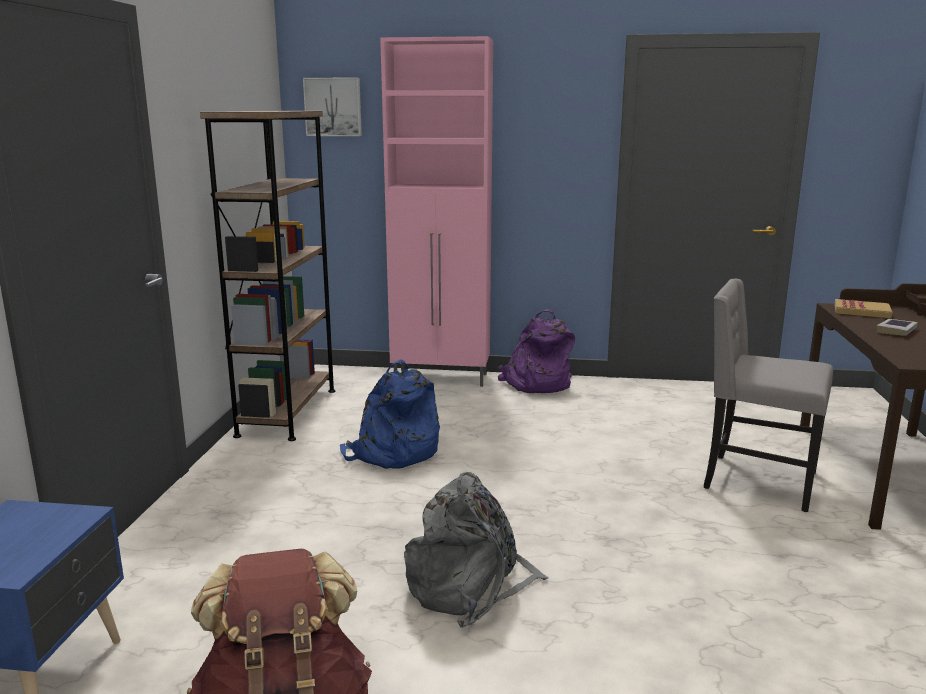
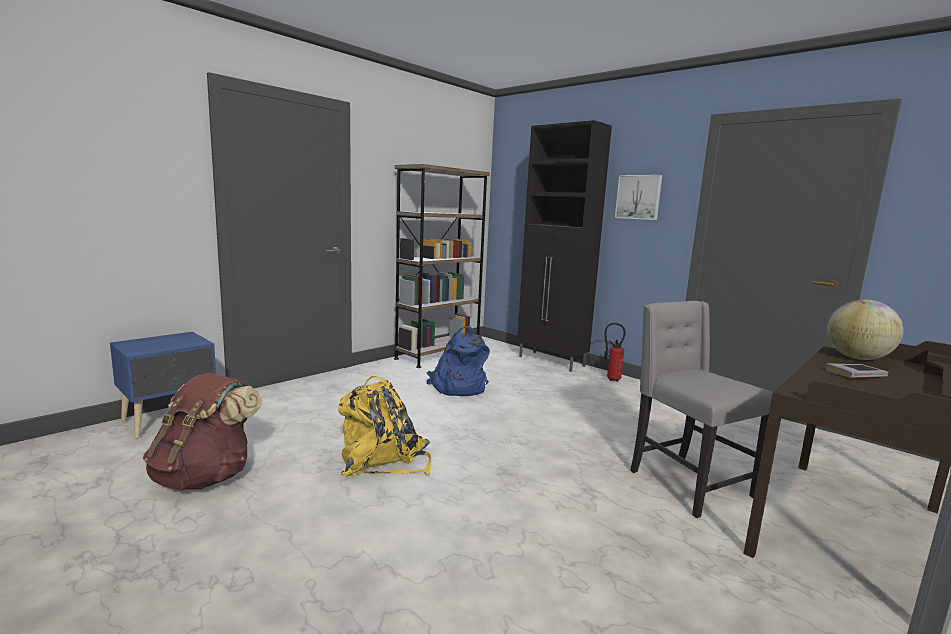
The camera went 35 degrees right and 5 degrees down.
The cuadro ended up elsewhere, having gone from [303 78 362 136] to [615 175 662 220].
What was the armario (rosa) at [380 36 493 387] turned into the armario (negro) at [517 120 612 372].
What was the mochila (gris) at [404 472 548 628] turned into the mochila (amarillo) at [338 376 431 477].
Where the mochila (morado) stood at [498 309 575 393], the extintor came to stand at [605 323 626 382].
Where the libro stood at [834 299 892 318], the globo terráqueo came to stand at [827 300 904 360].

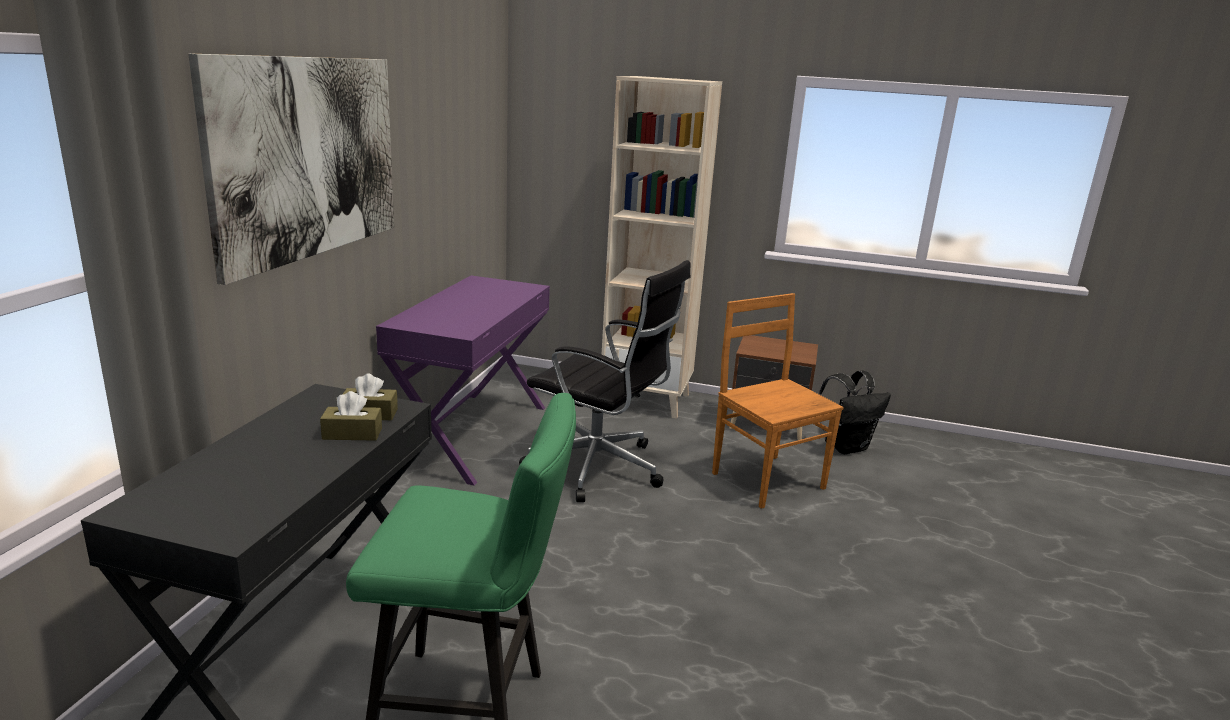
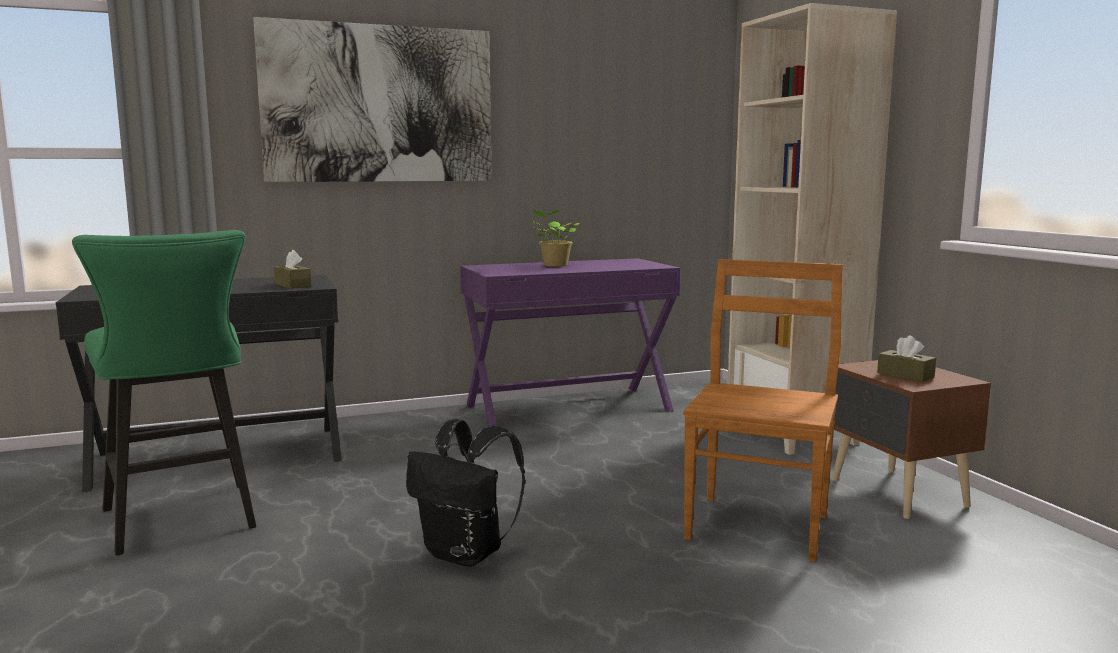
The camera went 55 degrees right and 10 degrees down.
The caja de pañuelos (marrón) ended up elsewhere, having gone from [320 391 382 441] to [877 335 936 382].
The second view lost the silla de oficina (negro) at [519 260 690 502].
The mochila (negro) ended up elsewhere, having gone from [819 371 891 454] to [406 419 525 567].
The second view gained the planta en maceta at [530 210 579 267].

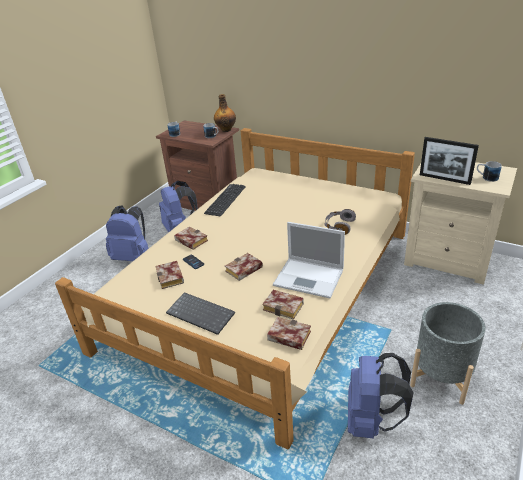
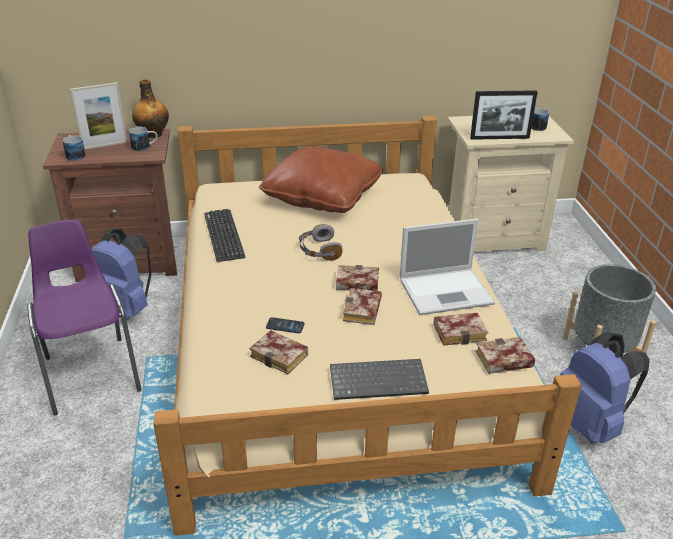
The camera went 40 degrees left and 0 degrees up.
Where the mochila (azul) stood at [106 206 149 261], the silla (morado) came to stand at [27 220 141 415].
The libro ended up elsewhere, having gone from [174 227 208 250] to [336 265 379 291].
The auriculares (gris) ended up elsewhere, having gone from [325 209 356 235] to [299 224 343 261].
The second view gained the portarretratos at [70 82 128 150].
The second view gained the cojín (marrón) at [259 147 383 213].

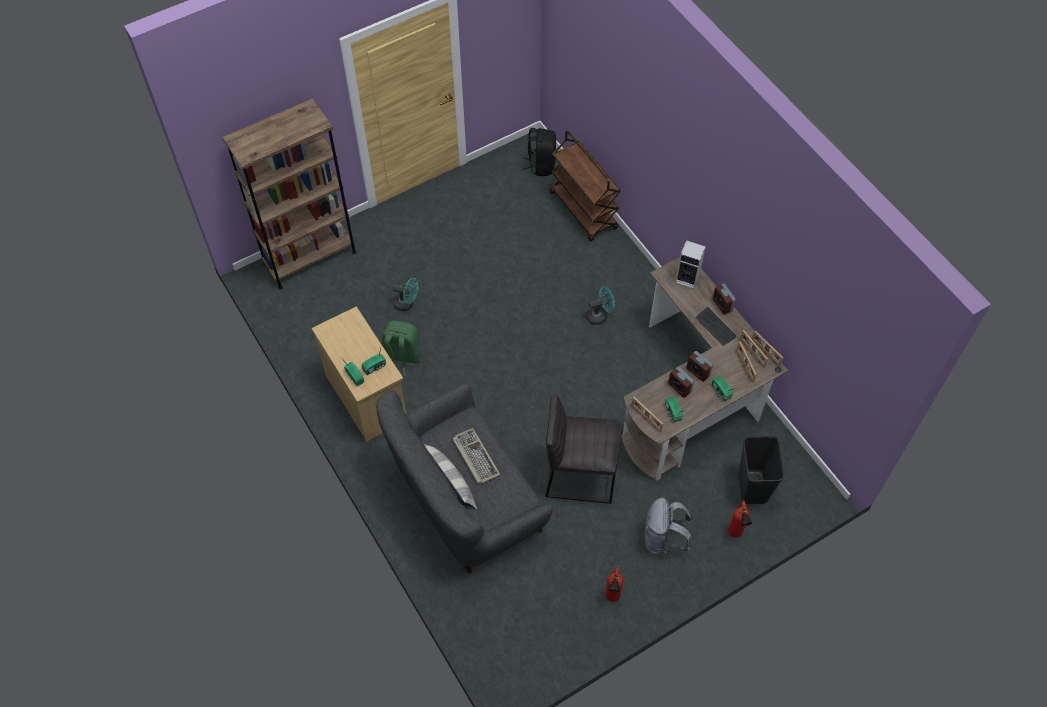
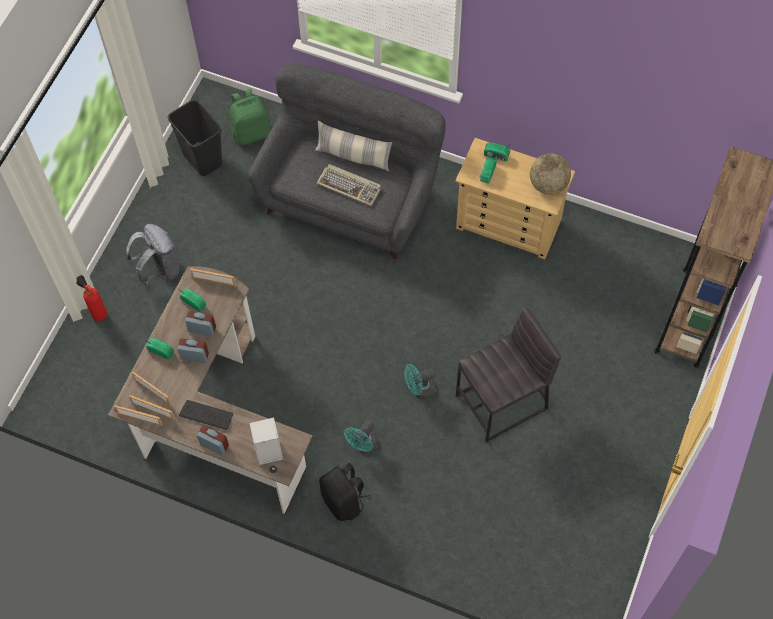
The camera went 145 degrees right and 5 degrees up.
The mochila (verde) ended up elsewhere, having gone from [382 321 421 375] to [230 88 271 145].
The ventilador (turquesa) ended up elsewhere, having gone from [392 278 418 311] to [404 364 437 399].
The mochila (negro) ended up elsewhere, having gone from [522 128 556 176] to [319 463 371 521].
The taburete (gris) ended up elsewhere, having gone from [545 394 620 504] to [456 307 561 443].
The second view lost the carrito (marrón) at [550 131 621 242].
The second view lost the extintor at [605 566 623 602].
The papelera (negro) ended up elsewhere, having gone from [738 436 785 504] to [168 99 222 176].
The second view gained the globo terráqueo at [530 153 571 195].

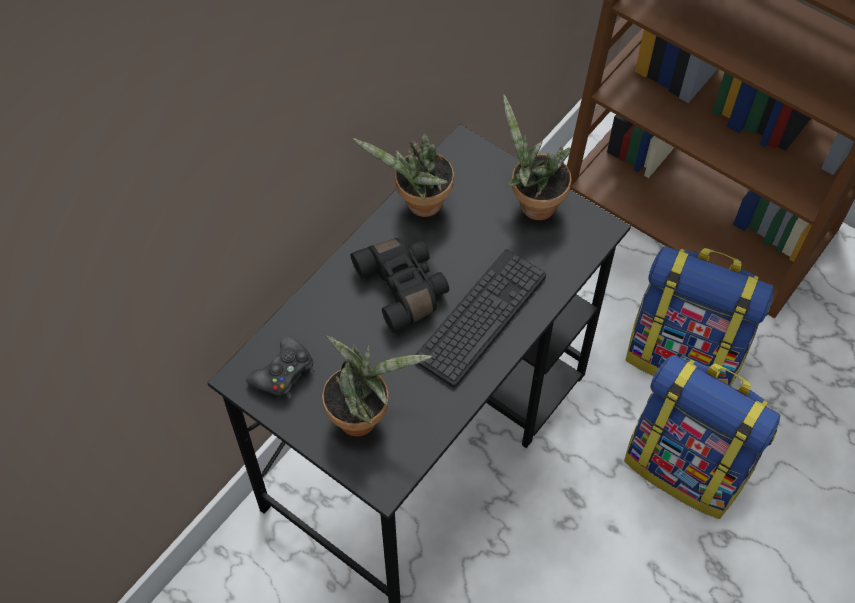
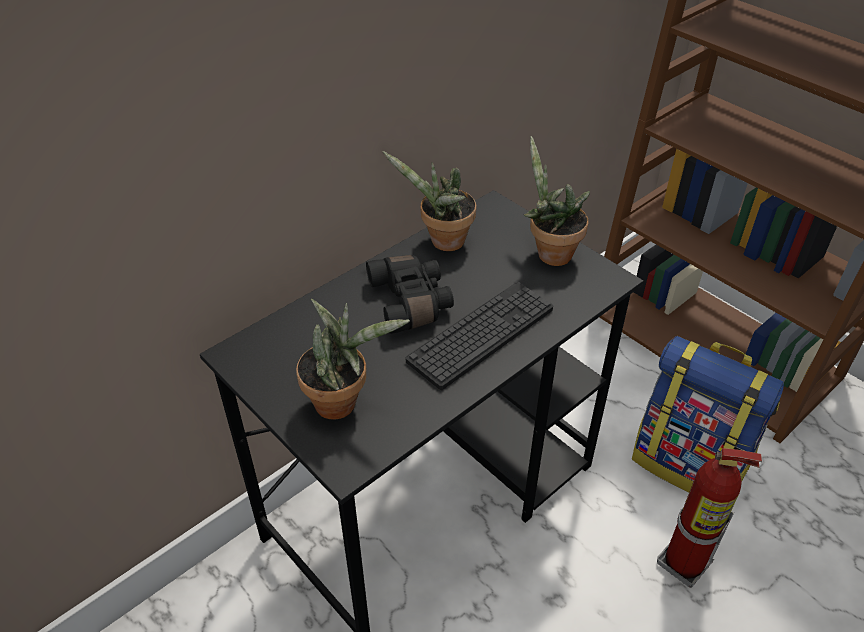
The camera went 10 degrees right and 15 degrees down.
The second view lost the mando de consola (negro) at [246 336 314 399].
Where the mochila stood at [624 355 780 519], the extintor came to stand at [657 448 762 588].

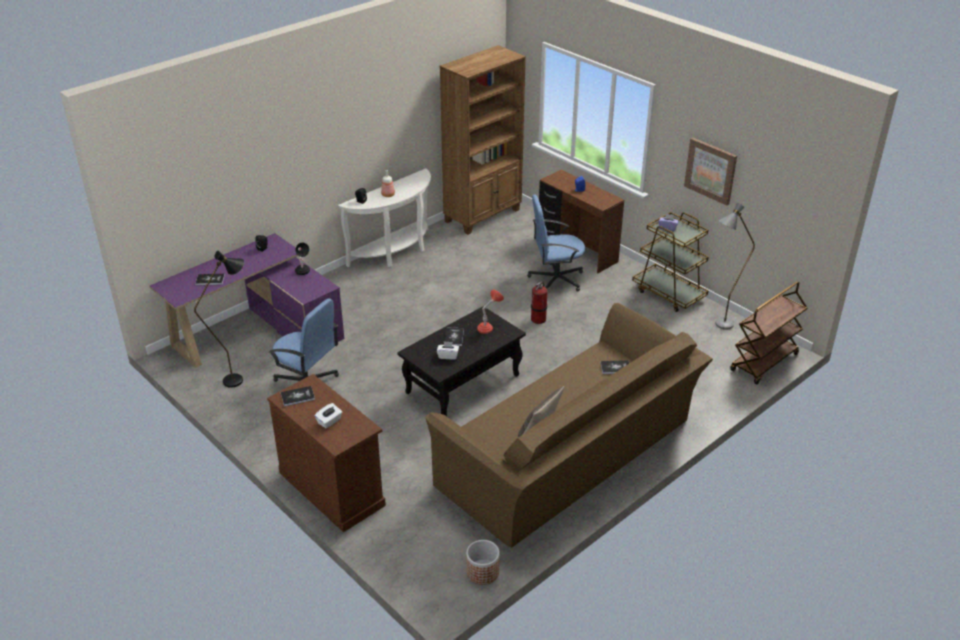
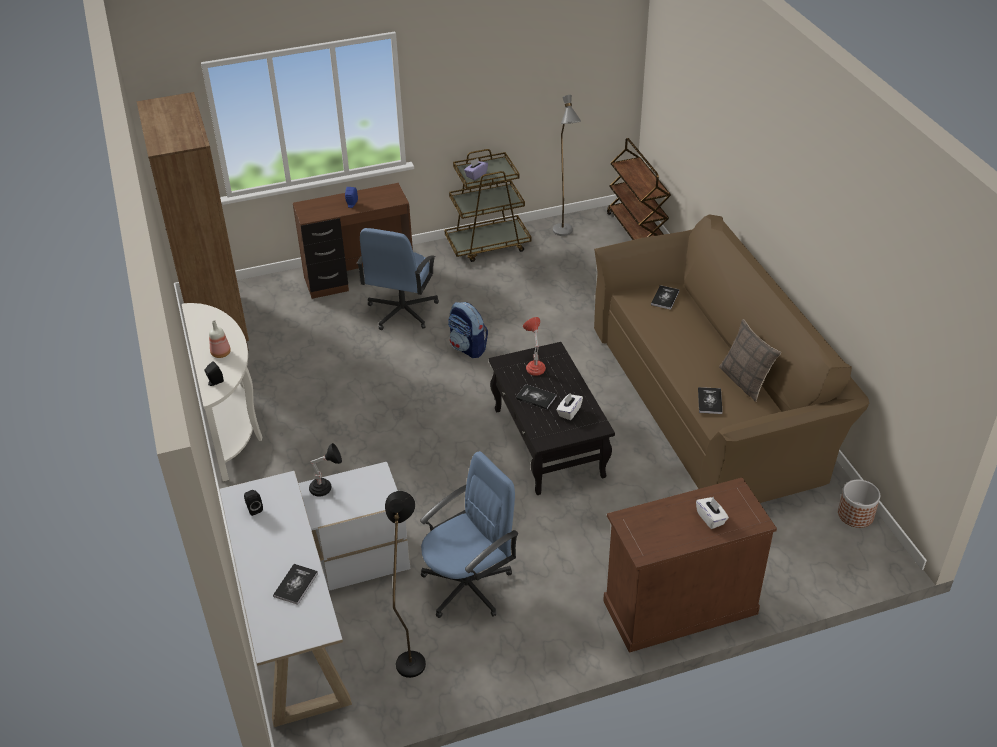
The camera went 65 degrees left and 5 degrees up.
What was the escritorio (morado) at [150 233 344 368] turned into the escritorio (blanco) at [220 462 410 727].
The libro ended up elsewhere, having gone from [281 386 315 406] to [698 387 722 414].
Where the extintor stood at [531 281 547 324], the mochila came to stand at [448 302 488 358].
The second view lost the cuadro at [684 138 737 205].

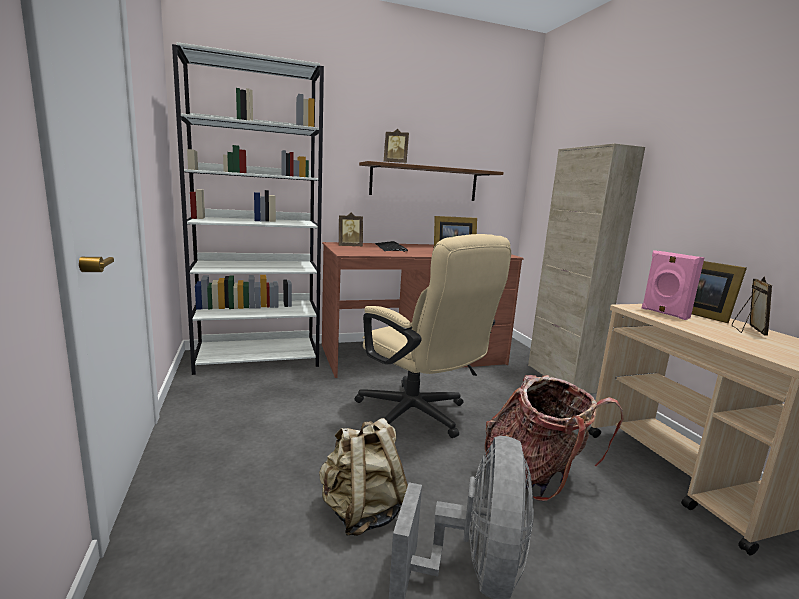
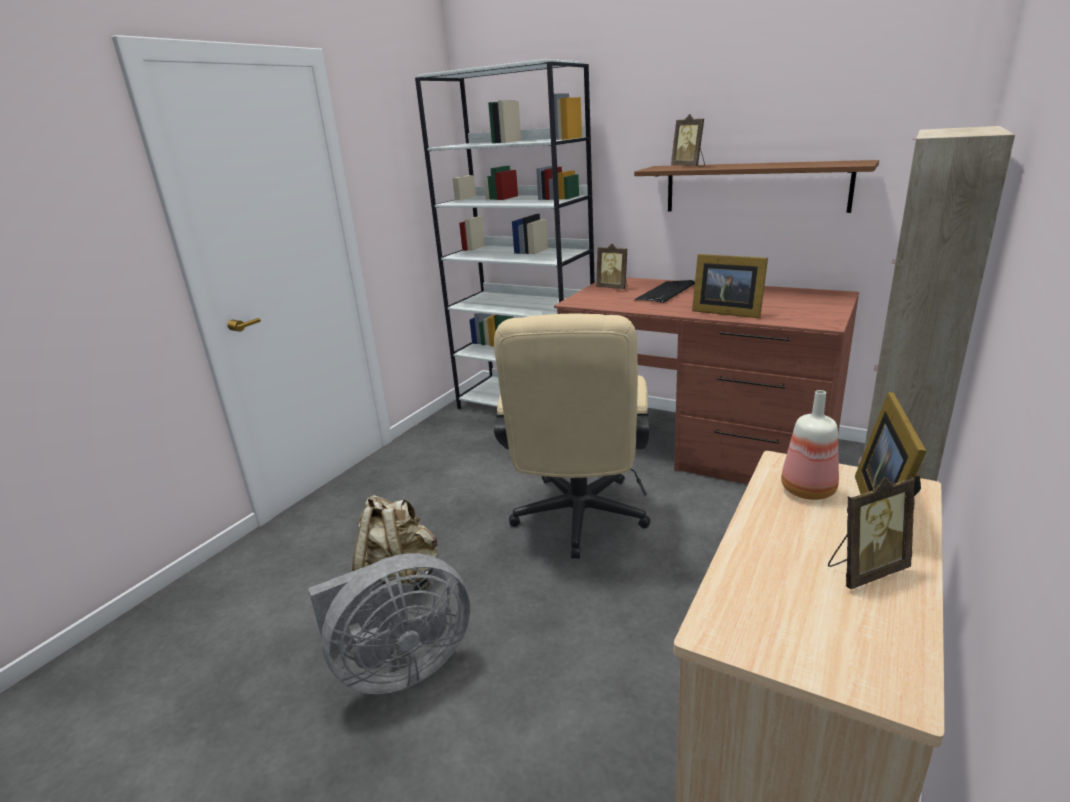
The camera went 50 degrees right and 10 degrees up.
The second view lost the mochila at [485 375 623 502].
Where the altavoz (rosa) stood at [642 250 704 320], the botella came to stand at [781 390 839 500].

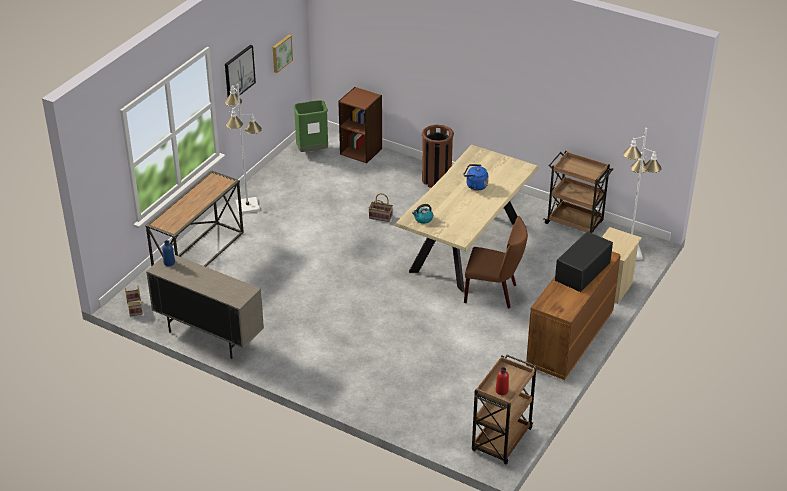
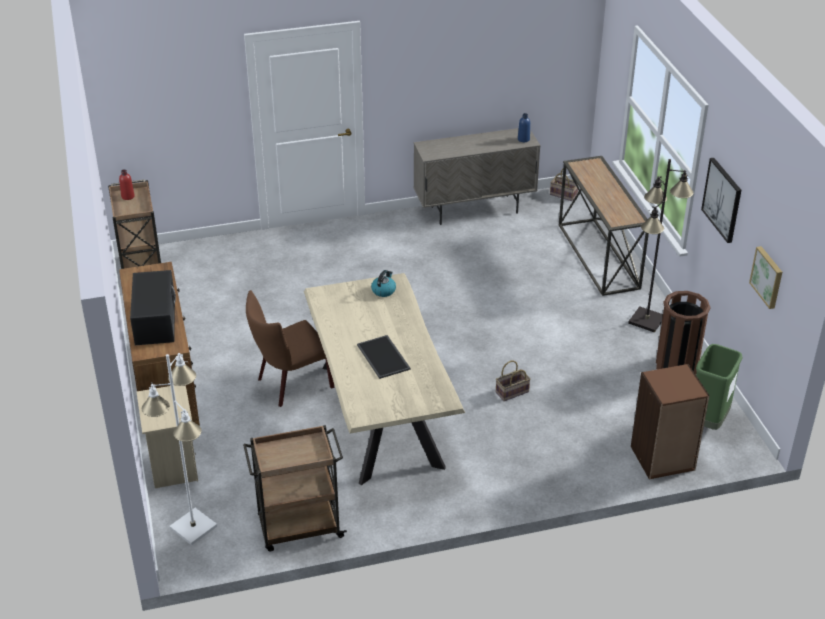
The camera went 135 degrees right and 0 degrees up.
What was the lámpara de pie (blanco) at [225 84 262 214] turned into the lámpara de pie (negro) at [628 159 693 333].
The papelera (marrón) ended up elsewhere, having gone from [422 125 454 188] to [656 291 711 374].
Where the hervidor (azul) stood at [463 164 488 191], the bandeja came to stand at [357 335 411 379].

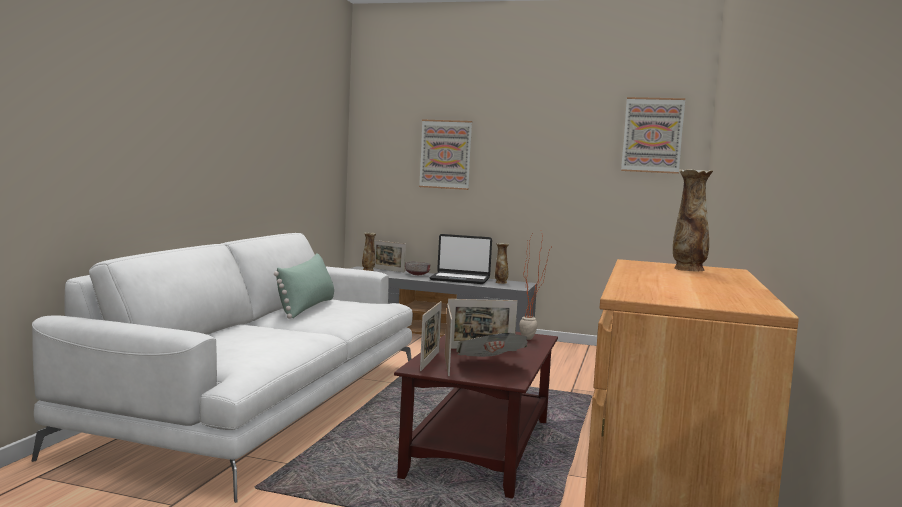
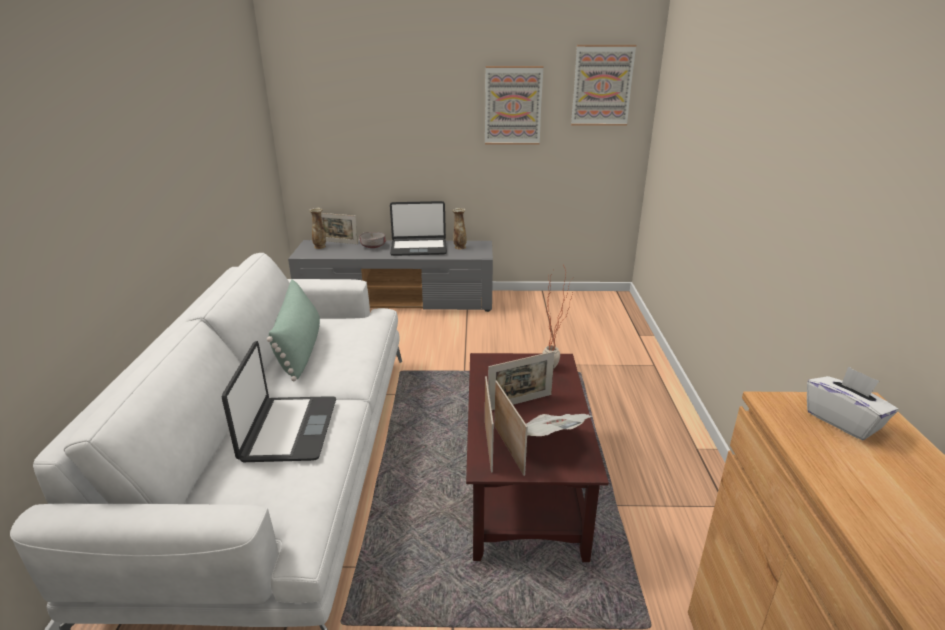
The camera went 15 degrees left and 20 degrees up.
The cuadro ended up elsewhere, having gone from [419 119 472 190] to [485 66 543 145].
Where the florero stood at [673 169 713 271], the caja de pañuelos (blanco) came to stand at [807 366 898 440].
The second view gained the portátil at [222 341 336 462].

